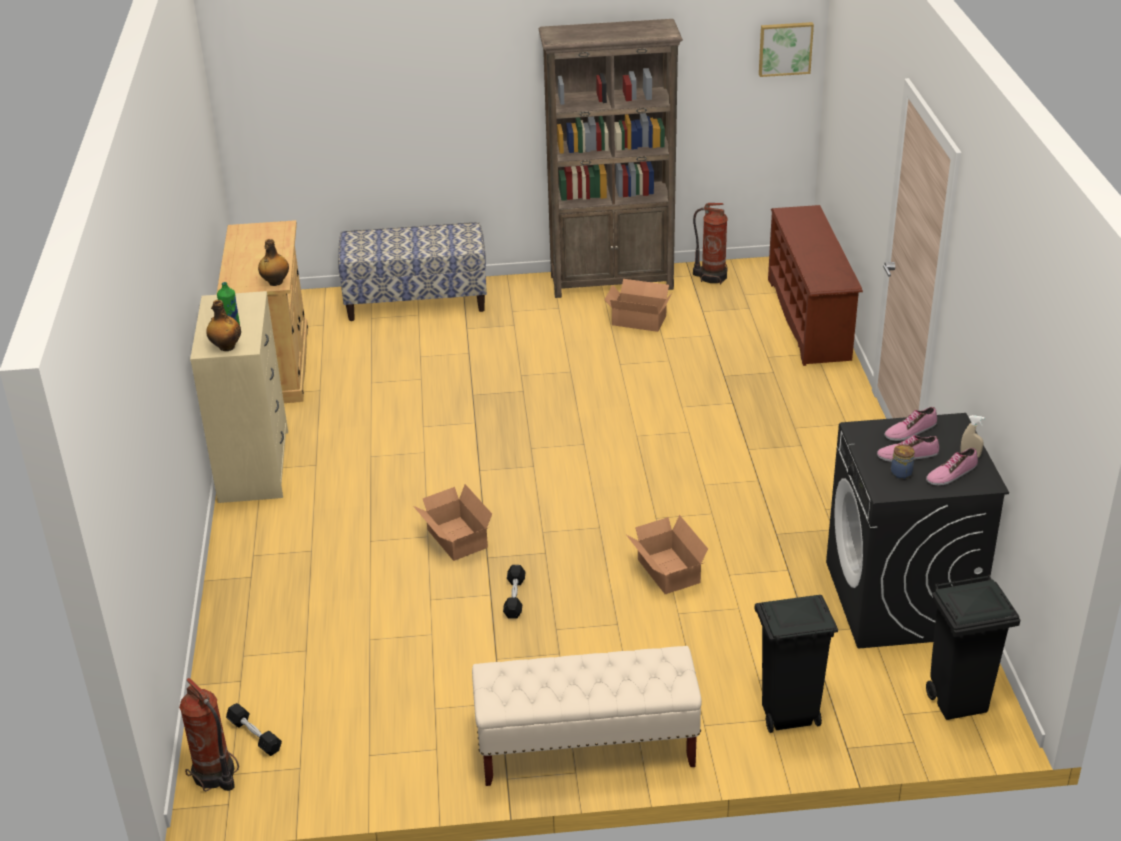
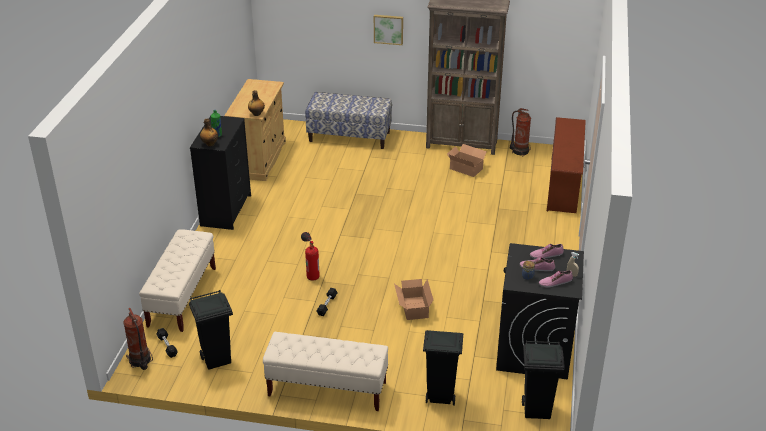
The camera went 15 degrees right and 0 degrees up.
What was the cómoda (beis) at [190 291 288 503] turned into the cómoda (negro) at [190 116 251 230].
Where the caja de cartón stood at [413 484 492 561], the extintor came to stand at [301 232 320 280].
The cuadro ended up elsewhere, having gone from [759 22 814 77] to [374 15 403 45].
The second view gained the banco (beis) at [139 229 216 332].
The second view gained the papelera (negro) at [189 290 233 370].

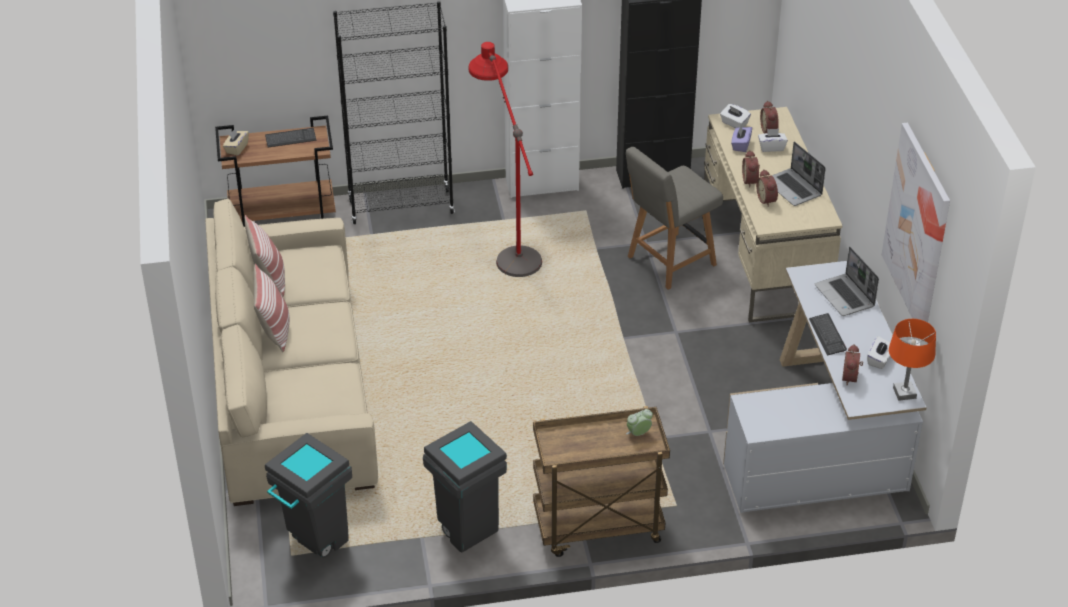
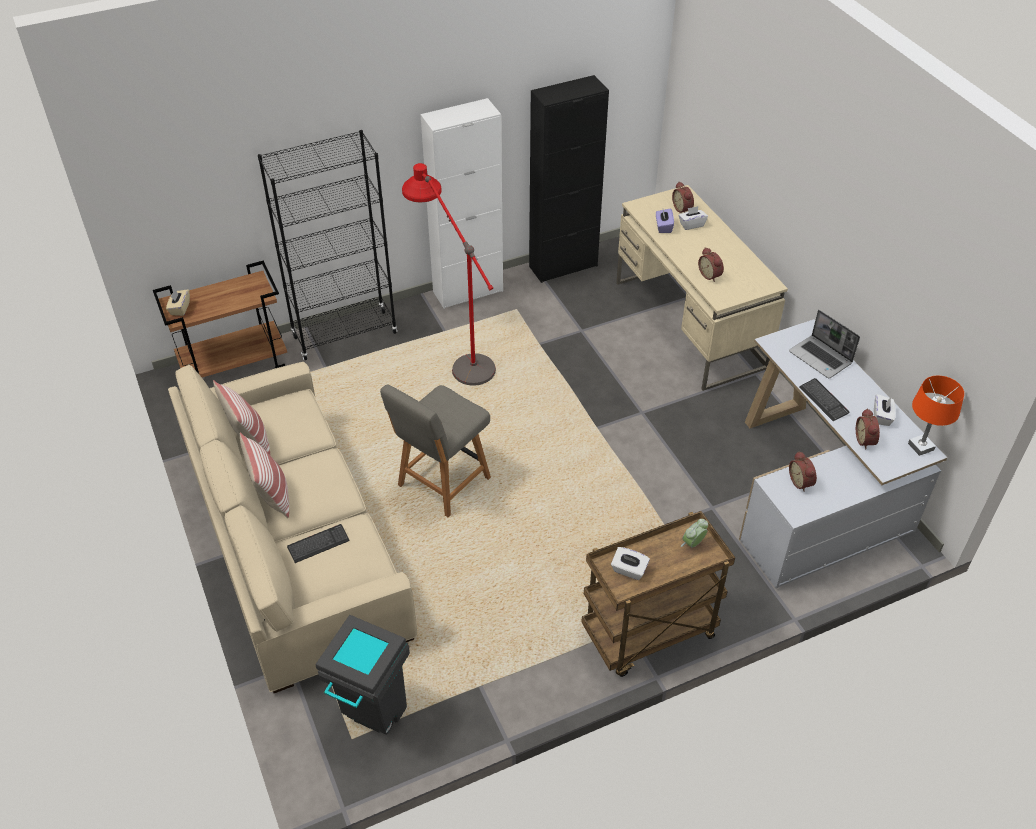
The camera went 15 degrees left and 5 degrees up.
The teclado ended up elsewhere, having gone from [265 128 316 147] to [287 524 350 563].
The second view lost the papelera (gris) at [423 421 507 552].
The silla (gris) ended up elsewhere, having gone from [626 147 723 290] to [380 384 491 517].
The caja de pañuelos (blanco) ended up elsewhere, having gone from [720 104 751 128] to [611 547 650 580].
The despertador ended up elsewhere, having gone from [742 150 760 188] to [789 451 817 492].
The second view lost the portátil at [772 142 826 206].
The second view lost the cuadro at [881 123 950 322].

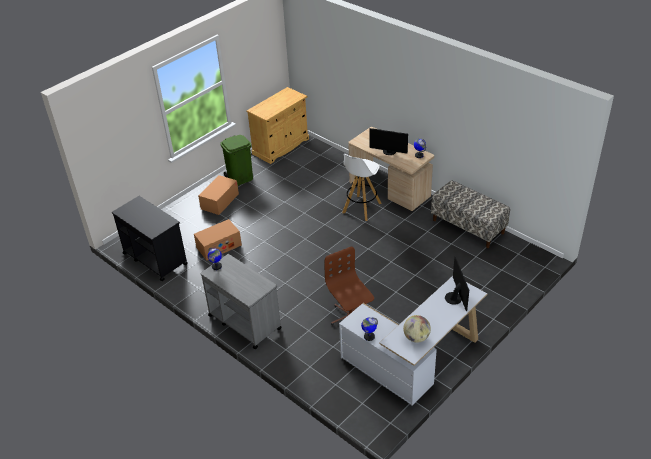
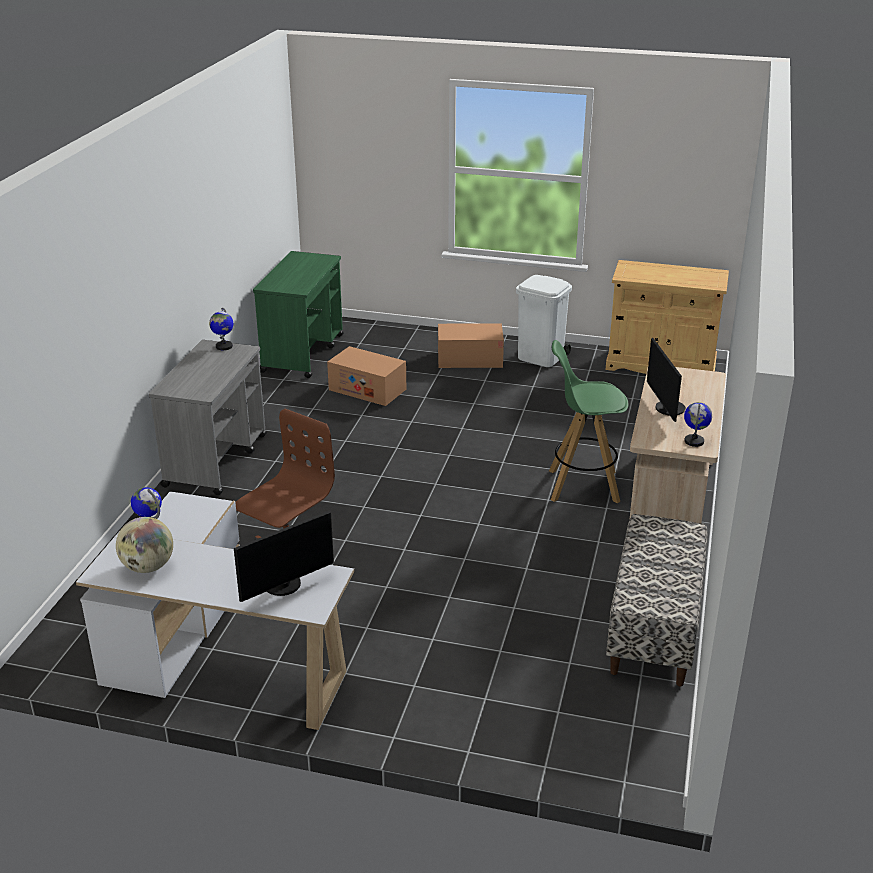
The camera went 60 degrees right and 10 degrees down.
What was the carrito (negro) at [112 196 188 281] turned into the carrito (verde) at [253 251 344 378].
What was the papelera (verde) at [220 135 253 186] turned into the papelera (blanco) at [516 275 572 367].
What was the taburete (blanco) at [342 154 382 221] turned into the taburete (verde) at [549 340 629 503].

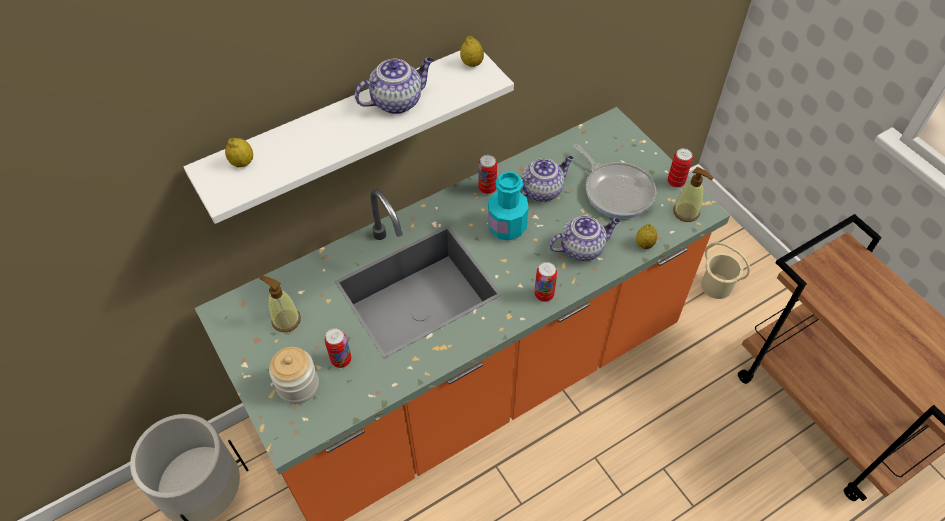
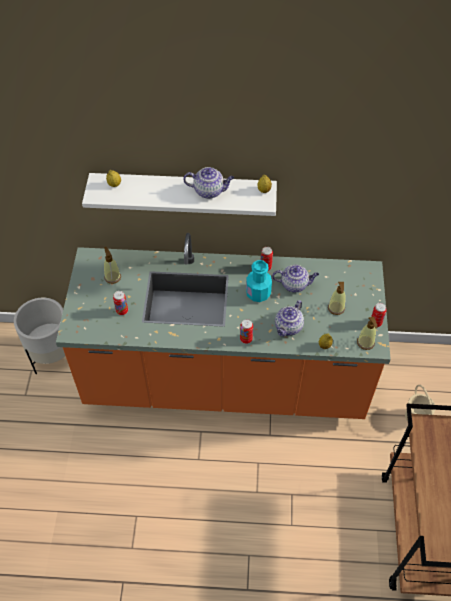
The camera went 35 degrees right and 0 degrees up.
The second view lost the tarro at [269 347 319 404].
The tetera at [549 216 620 261] ended up facing another way, 105 degrees clockwise from before.
Where the sartén stood at [574 144 656 219], the dispensador de jabón came to stand at [328 282 346 315].

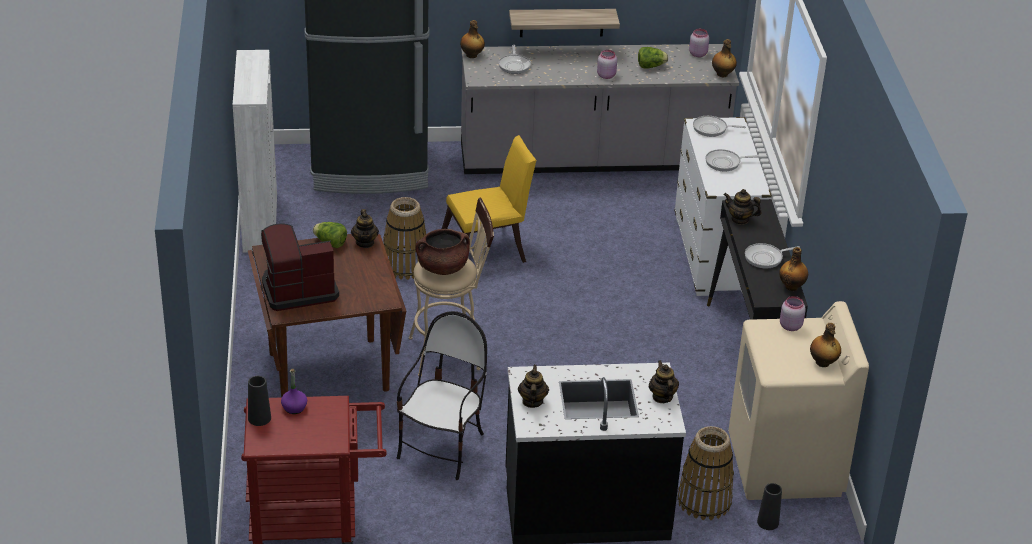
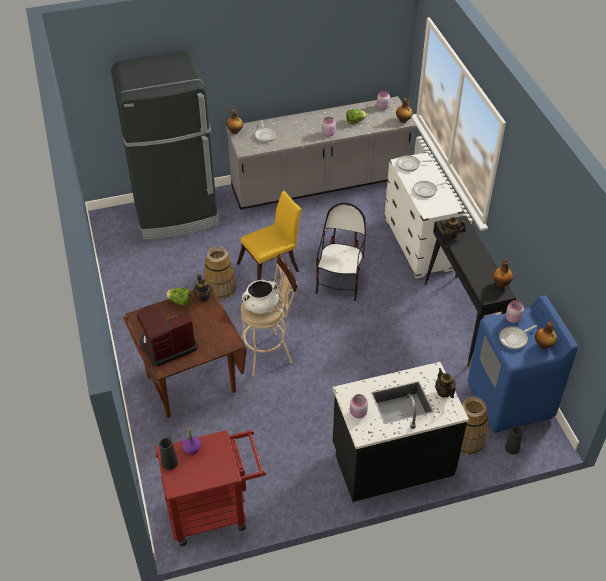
The camera went 10 degrees left and 10 degrees up.
The second view lost the armario (blanco) at [233 50 277 253].
The silla ended up elsewhere, having gone from [397 311 487 480] to [316 203 366 301].
What was the olla (marrón) at [415 229 470 275] turned into the olla (blanco) at [242 280 279 314].
The second view lost the estante at [509 9 620 37].
Where the tetera stood at [518 365 549 408], the tarro (rosa) came to stand at [350 394 368 418].
What was the lavadora (beis) at [729 301 869 500] turned into the lavadora (azul) at [468 295 578 433].
The sartén ended up elsewhere, having gone from [745 243 800 268] to [499 325 537 349].

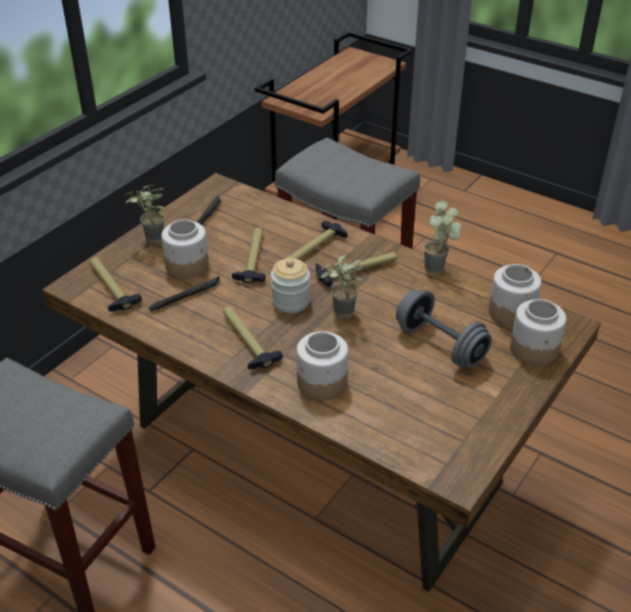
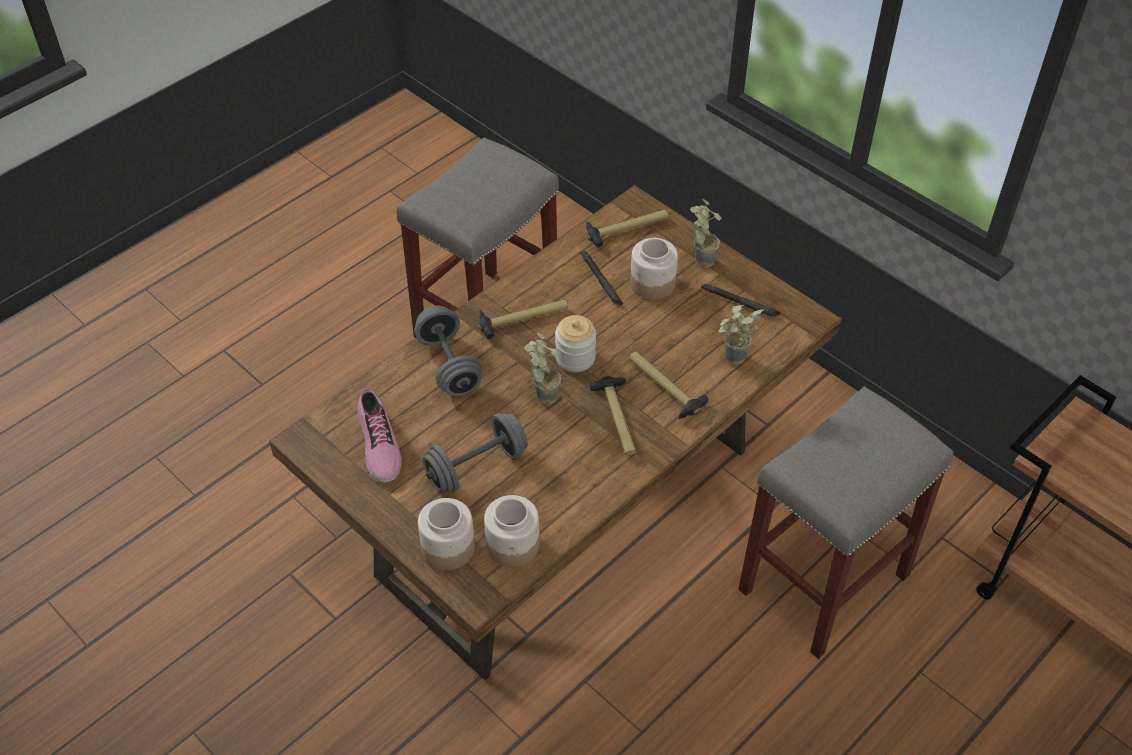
The camera went 100 degrees right and 10 degrees up.
The second view lost the martillo at [232 228 265 284].
Where the tarro stood at [297 331 348 400], the mancuerna (gris) came to stand at [414 305 483 396].
The planta en maceta ended up elsewhere, having gone from [424 200 461 275] to [718 305 765 365].
The second view gained the zapato at [358 390 401 483].

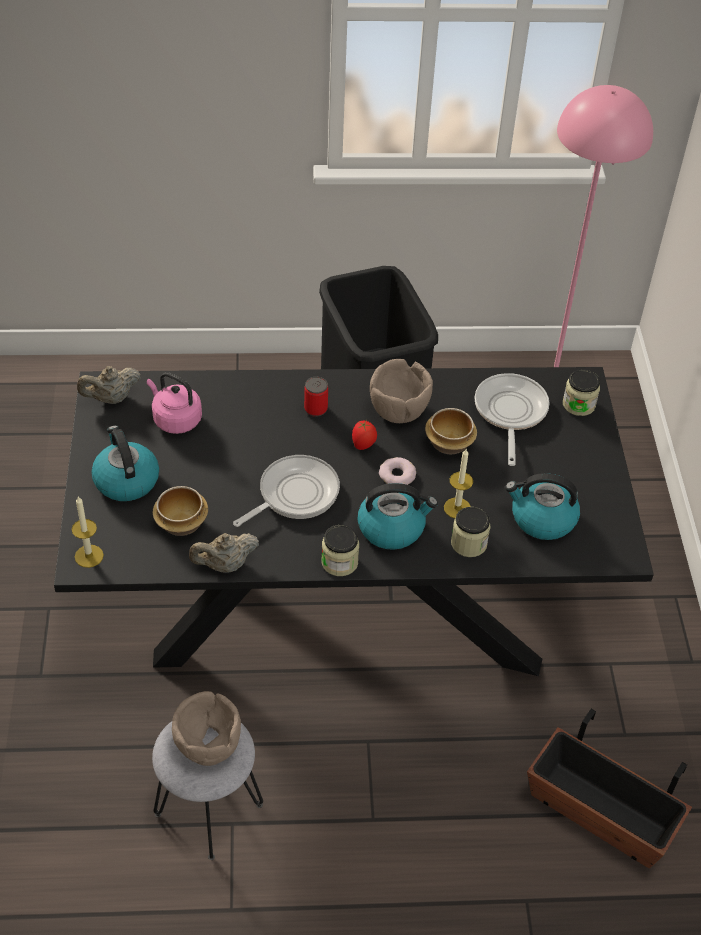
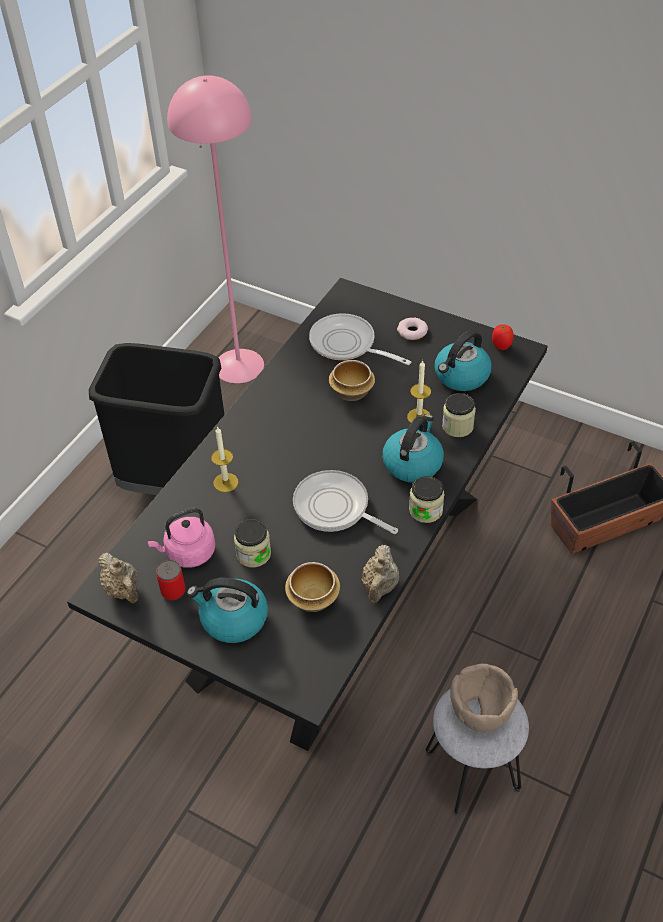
The camera went 55 degrees left and 0 degrees up.
The vela ended up elsewhere, having gone from [71 496 104 568] to [211 426 238 492].
The tetera (beis) at [77 366 140 404] ended up facing another way, 45 degrees counterclockwise from before.
The sartén at [233 455 340 527] ended up facing another way, 45 degrees counterclockwise from before.
The lata ended up elsewhere, having gone from [304 377 328 417] to [156 560 186 600].
The tomate ended up elsewhere, having gone from [352 421 377 450] to [492 324 514 350].
The second view lost the cuenco (marrón) at [370 359 433 423].
The rosquilla ended up elsewhere, having gone from [379 457 416 485] to [397 318 428 340].
The tarro ended up elsewhere, having gone from [563 370 600 416] to [234 519 271 567].

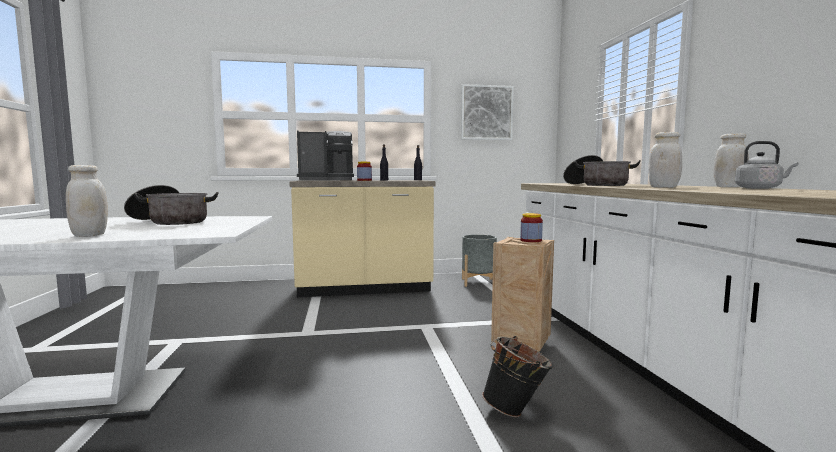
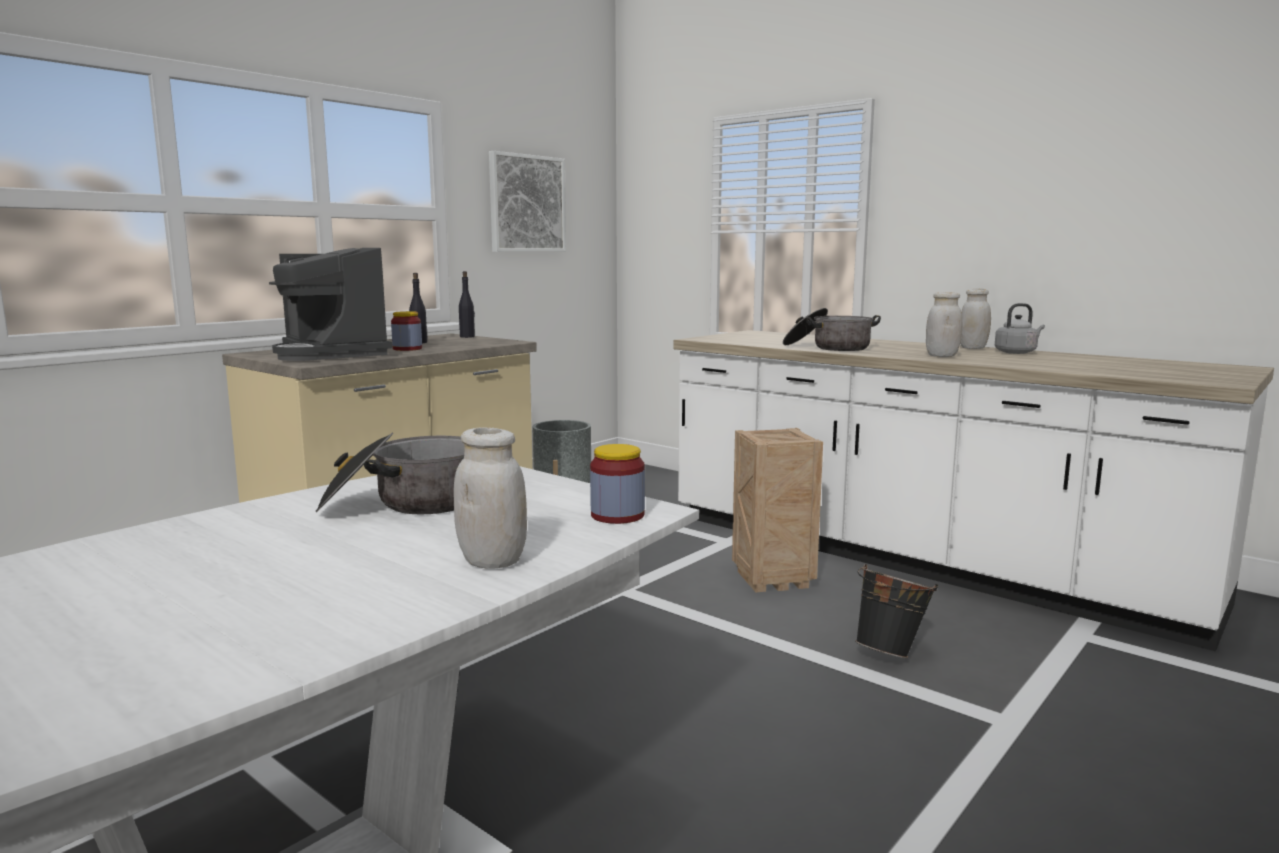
The camera went 40 degrees left and 5 degrees up.
The cafetera at [297 131 354 180] ended up facing another way, 105 degrees clockwise from before.
The tarro ended up elsewhere, having gone from [520 213 543 242] to [590 444 645 524].

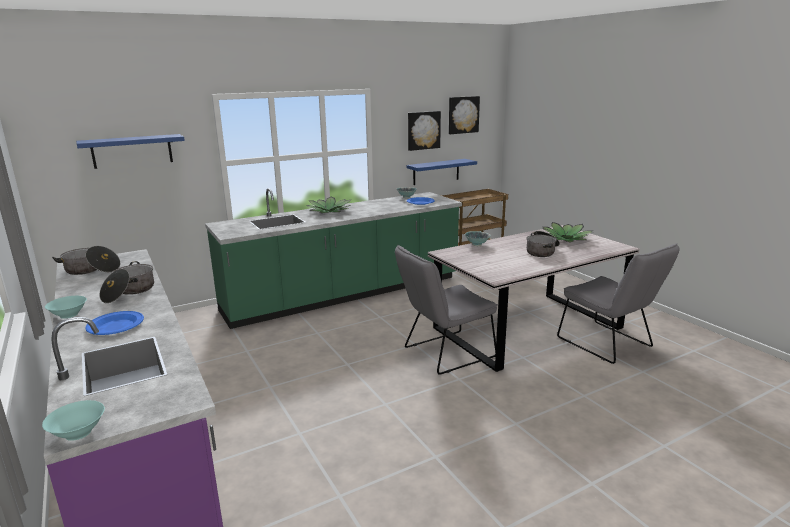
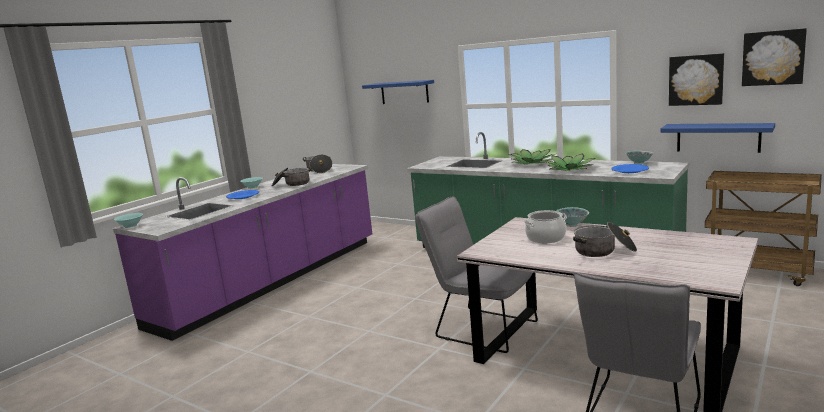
The camera went 65 degrees right and 5 degrees down.
The planta en maceta ended up elsewhere, having gone from [543 222 594 242] to [544 153 596 171].
The second view gained the olla at [523 210 567 243].

